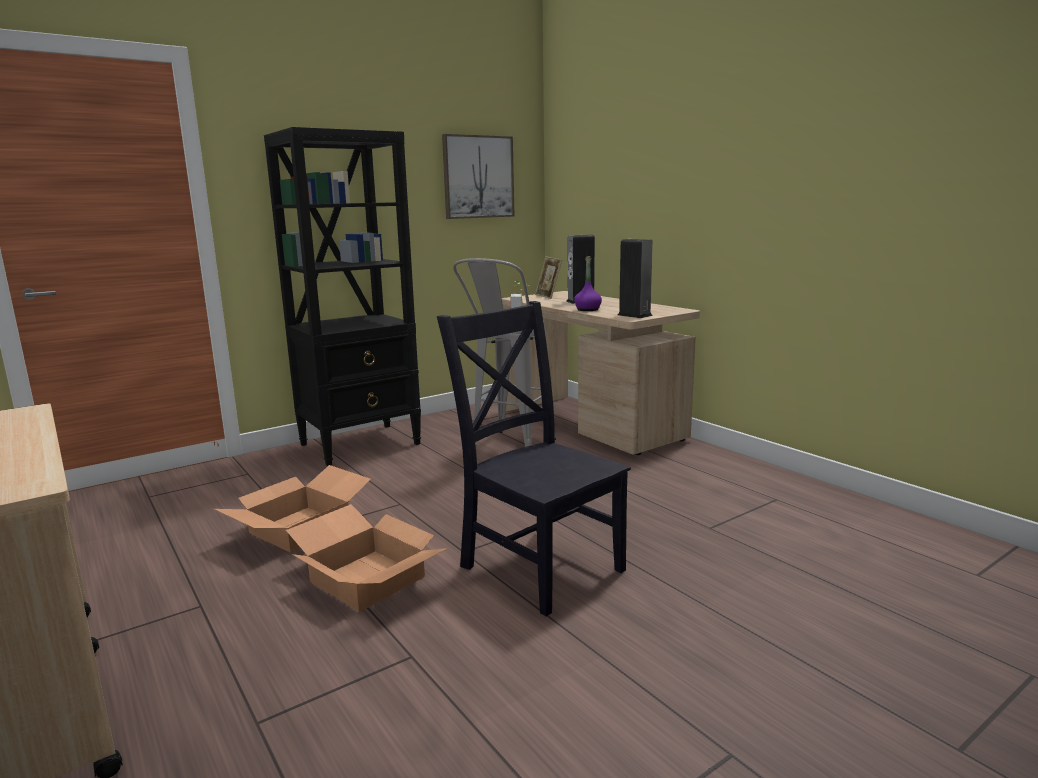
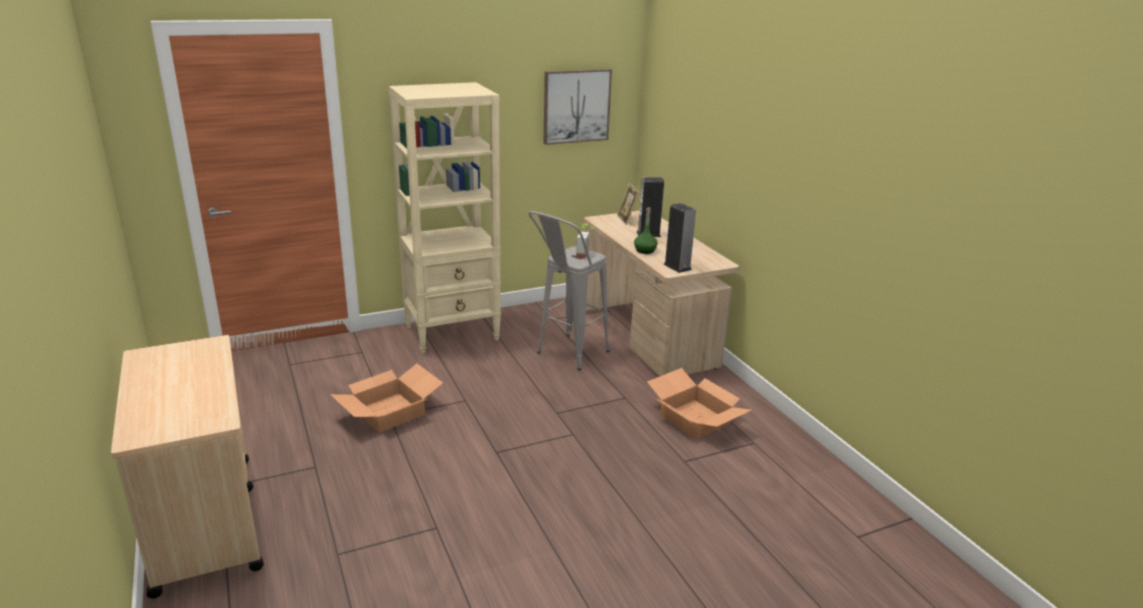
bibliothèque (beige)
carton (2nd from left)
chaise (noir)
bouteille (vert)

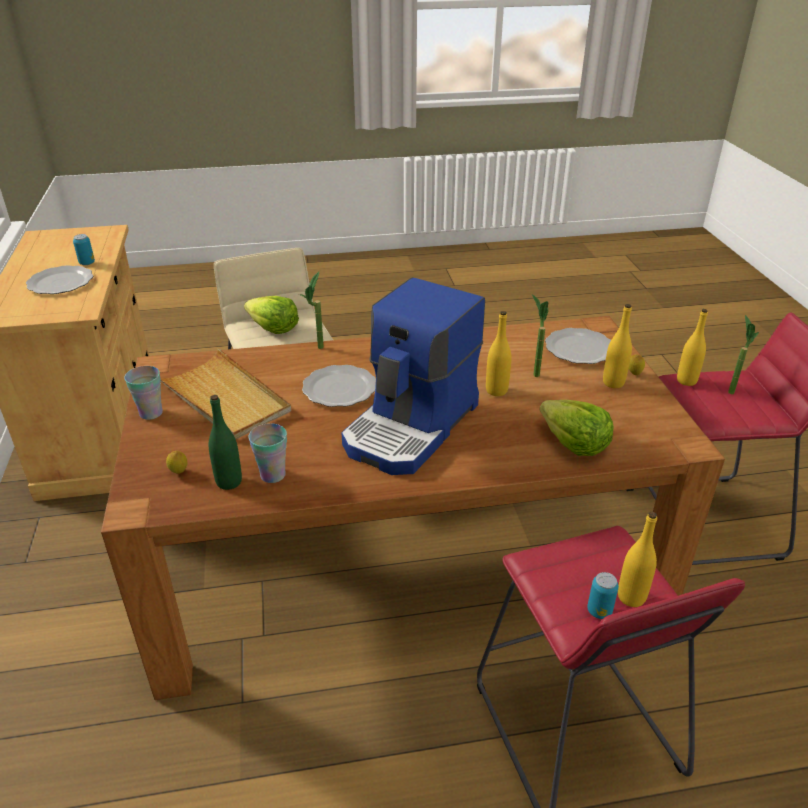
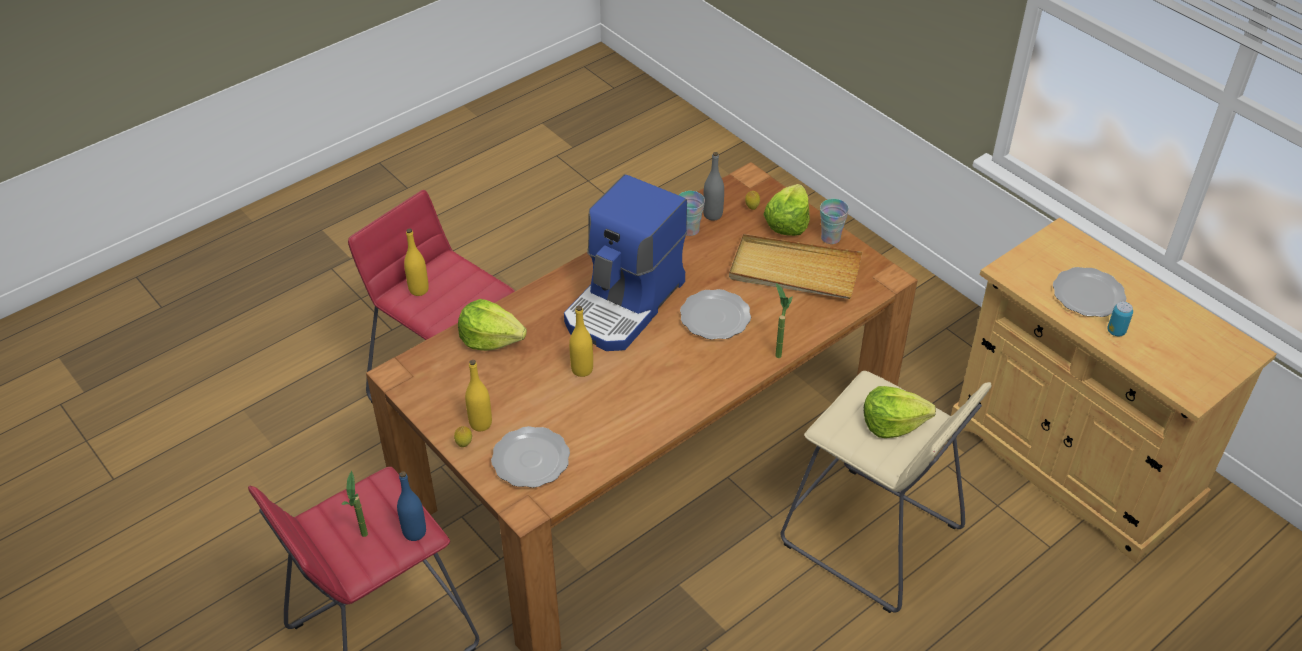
bouteille (gris)
machine à café
plante en pot (2nd from left in the first image)
boîte métallique (2nd from left in the first image)
bouteille (bleu)
laitue (2nd from left)

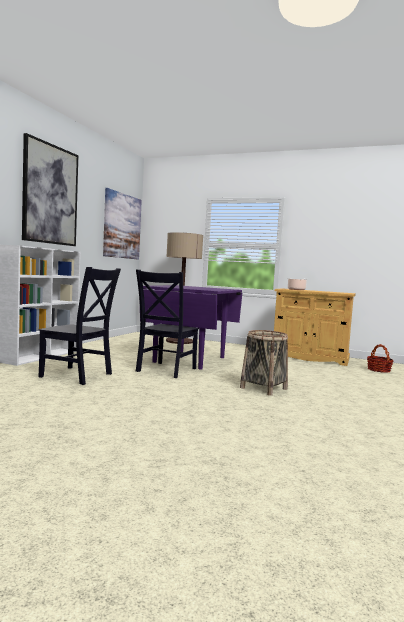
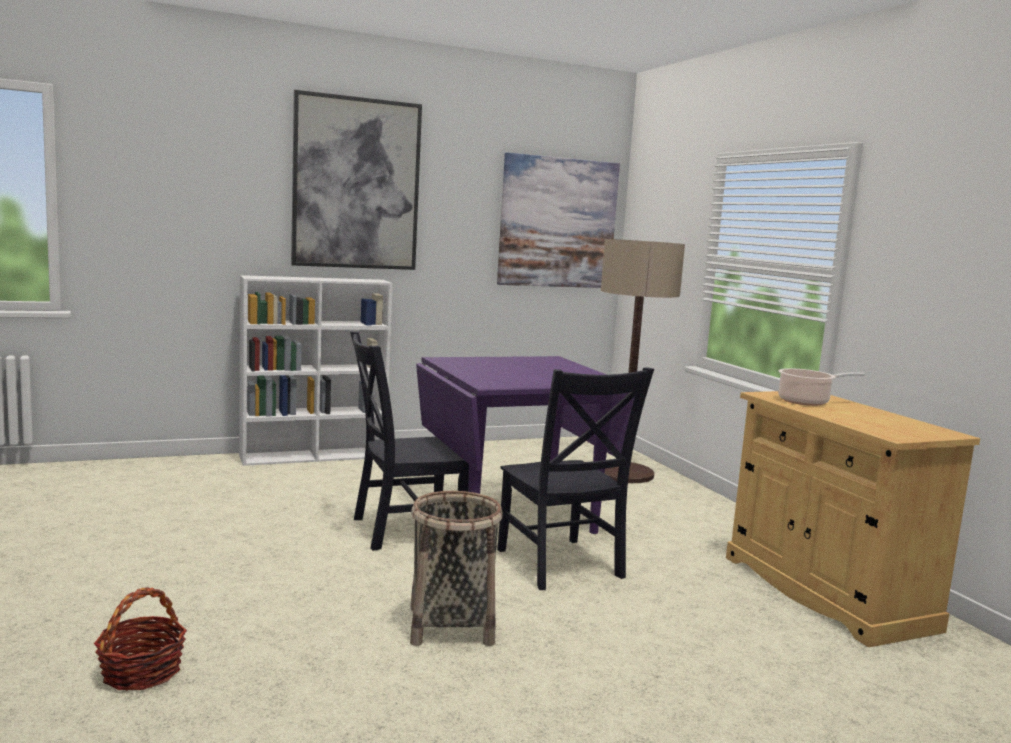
chaise (noir) (2nd from left)
panier (1st from left)

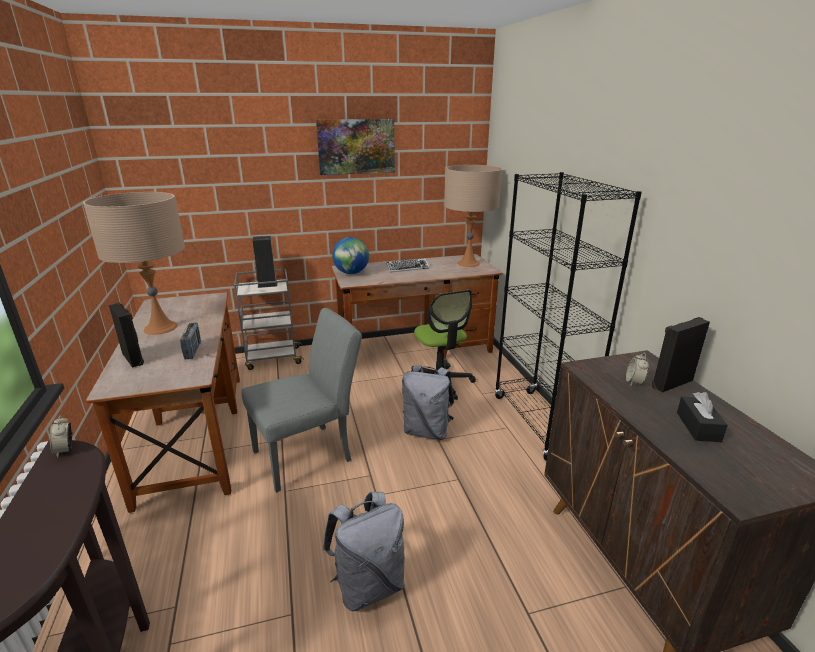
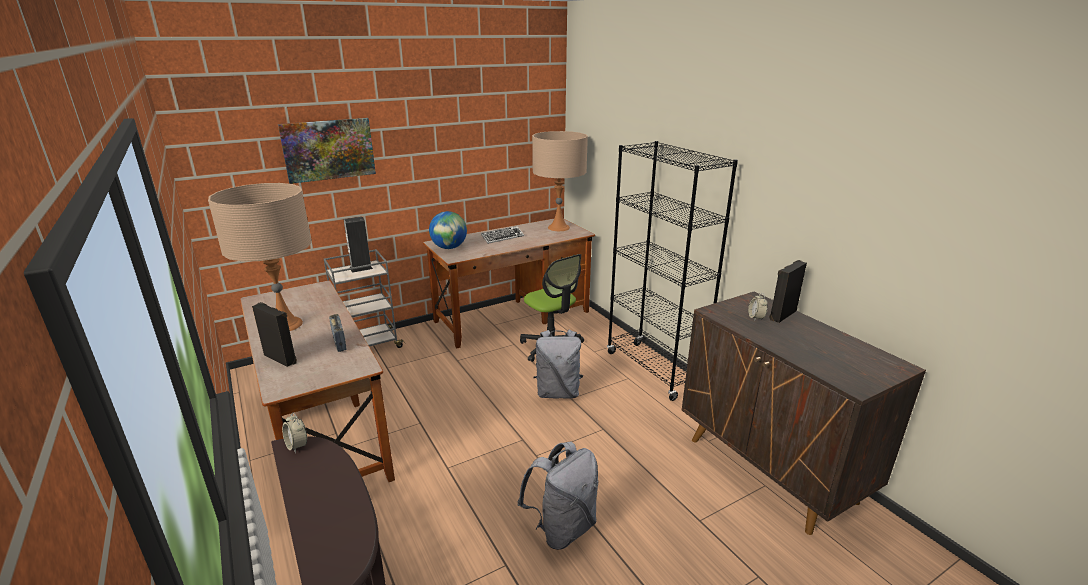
chaise (gris)
tableau
boîte à mouchoirs (noir)

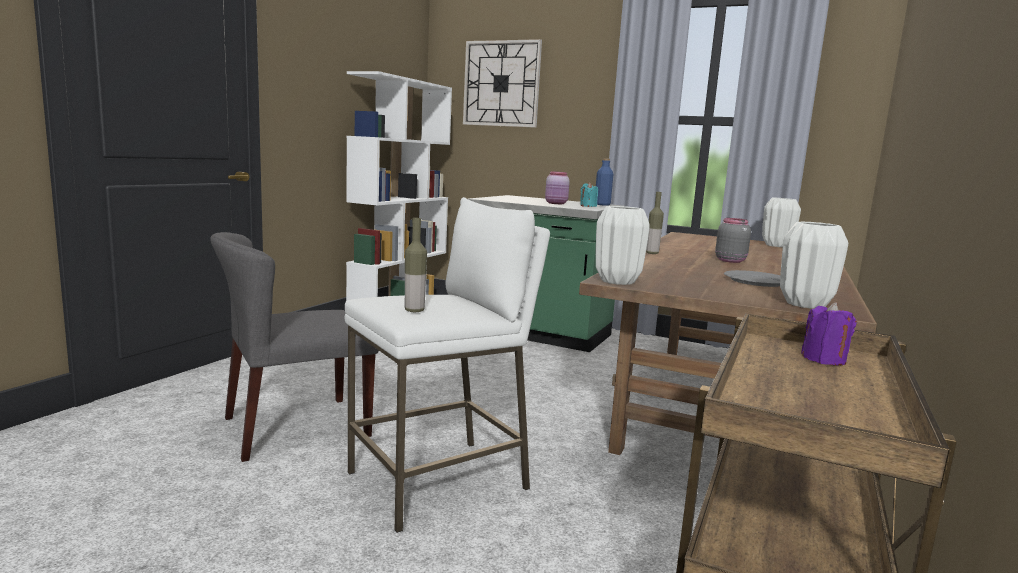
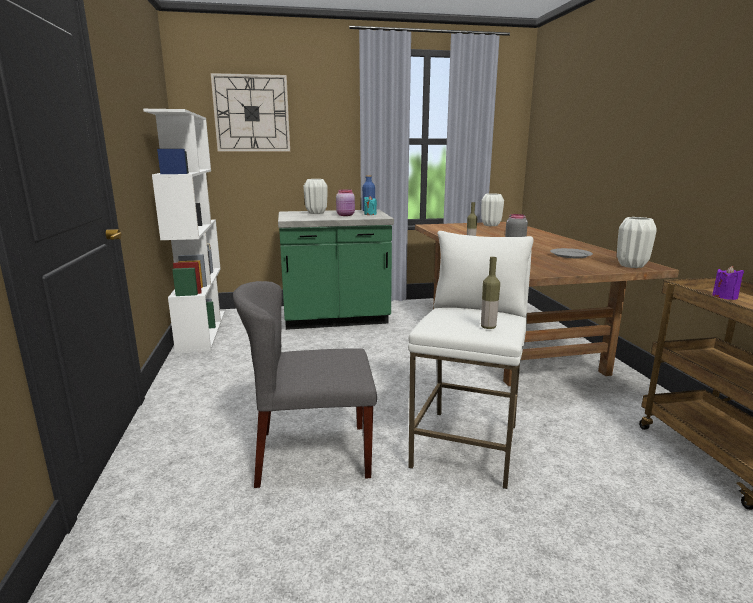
chaise (gris)
vase (blanc) (1st from left)

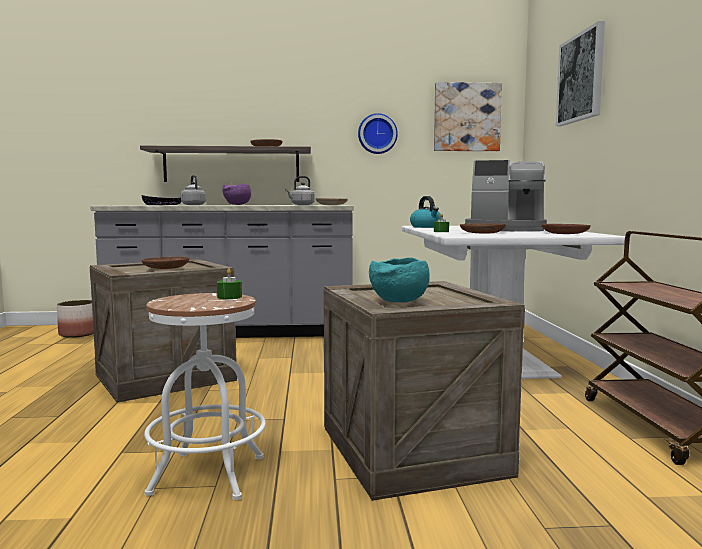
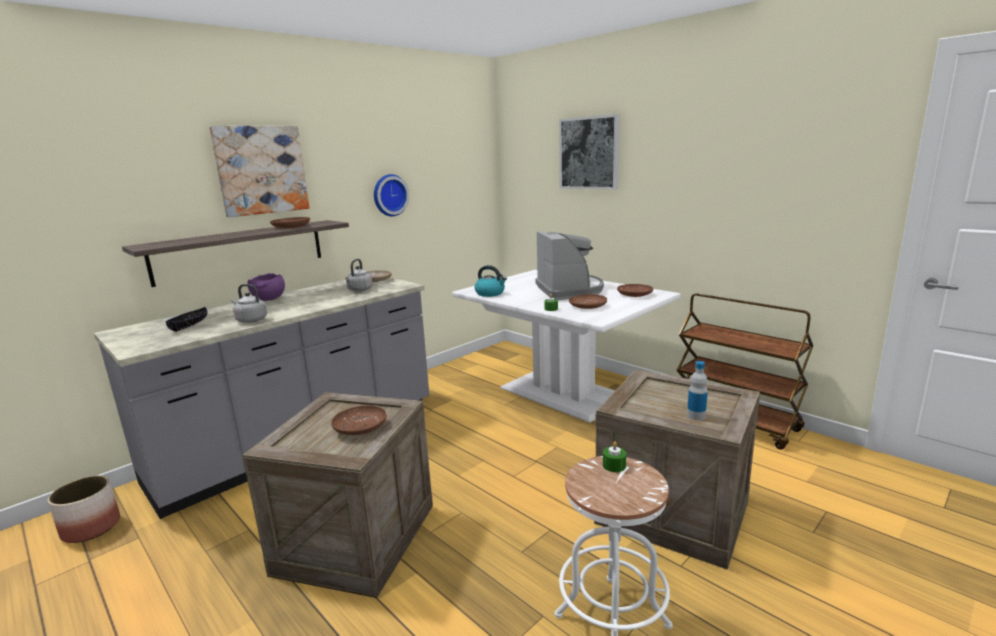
bouteille
tableau (1st from left)
machine à café

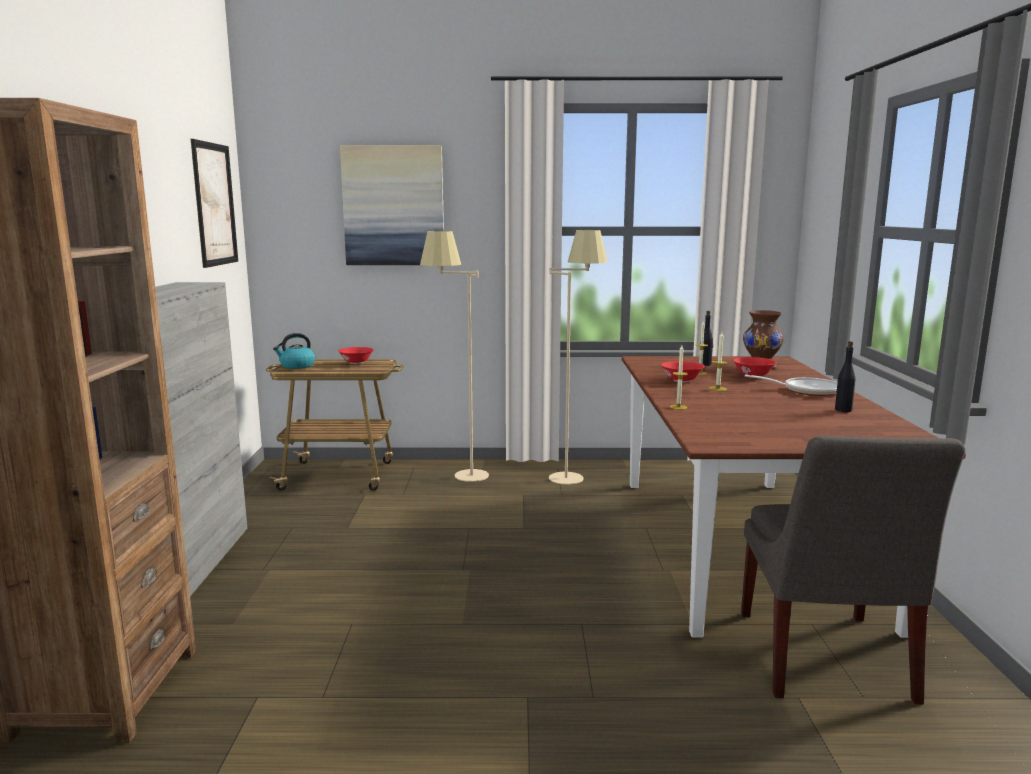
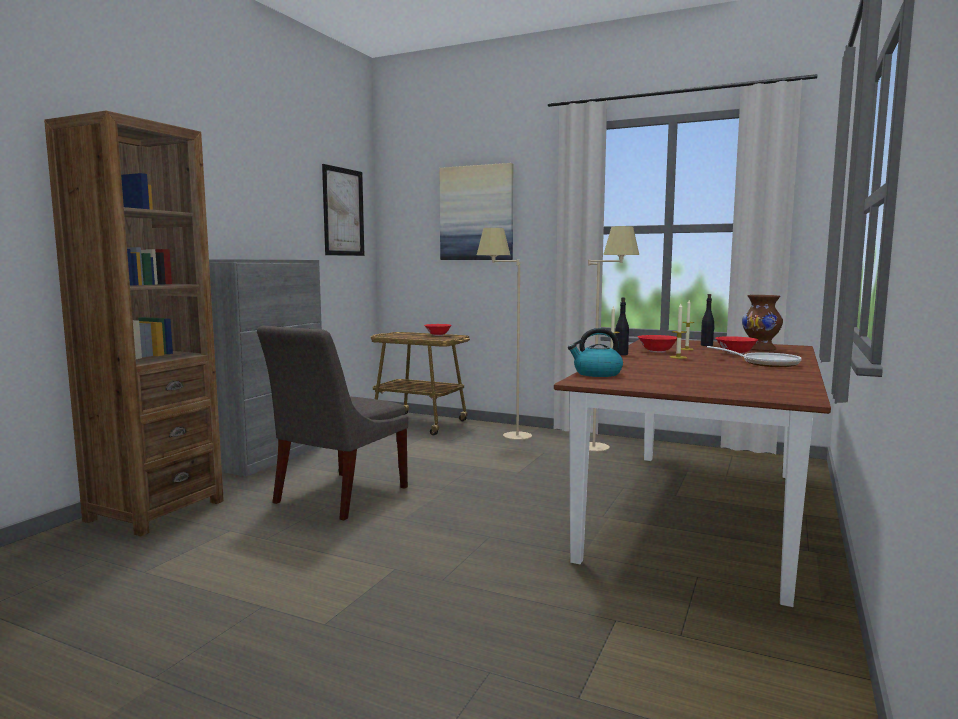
bouilloire
chaise (gris)
bouteille (noir) (1st from left)

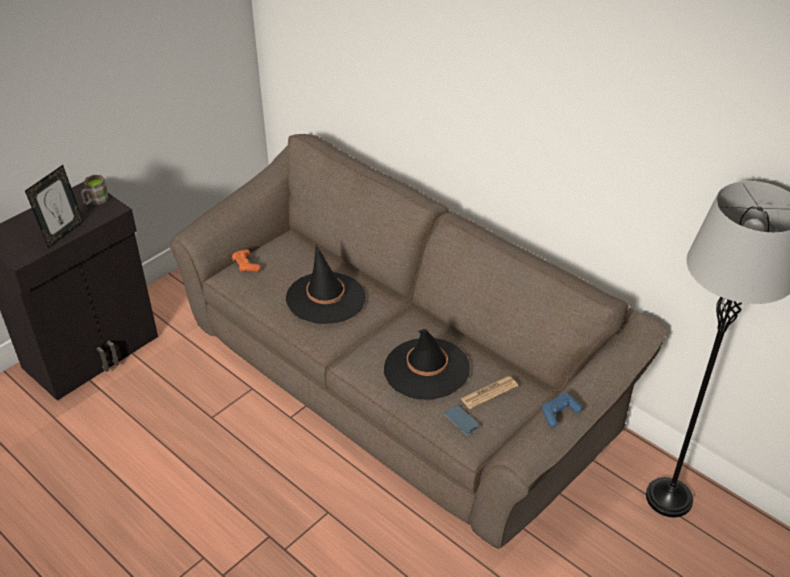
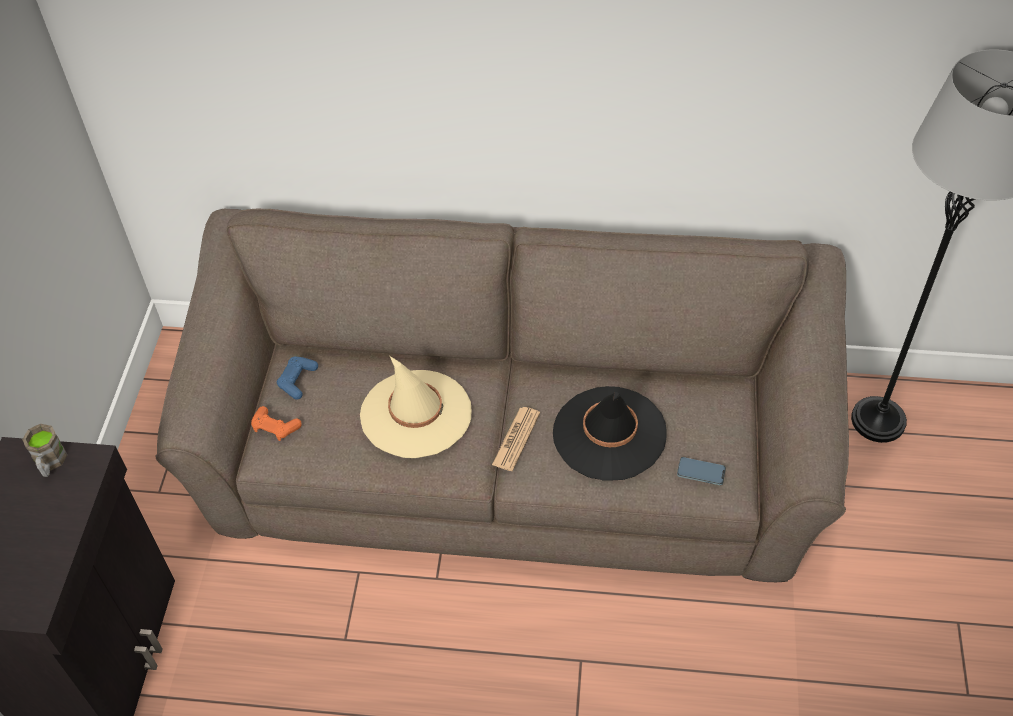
cadre photo
chapeau (beige)
journal
manette (bleu)

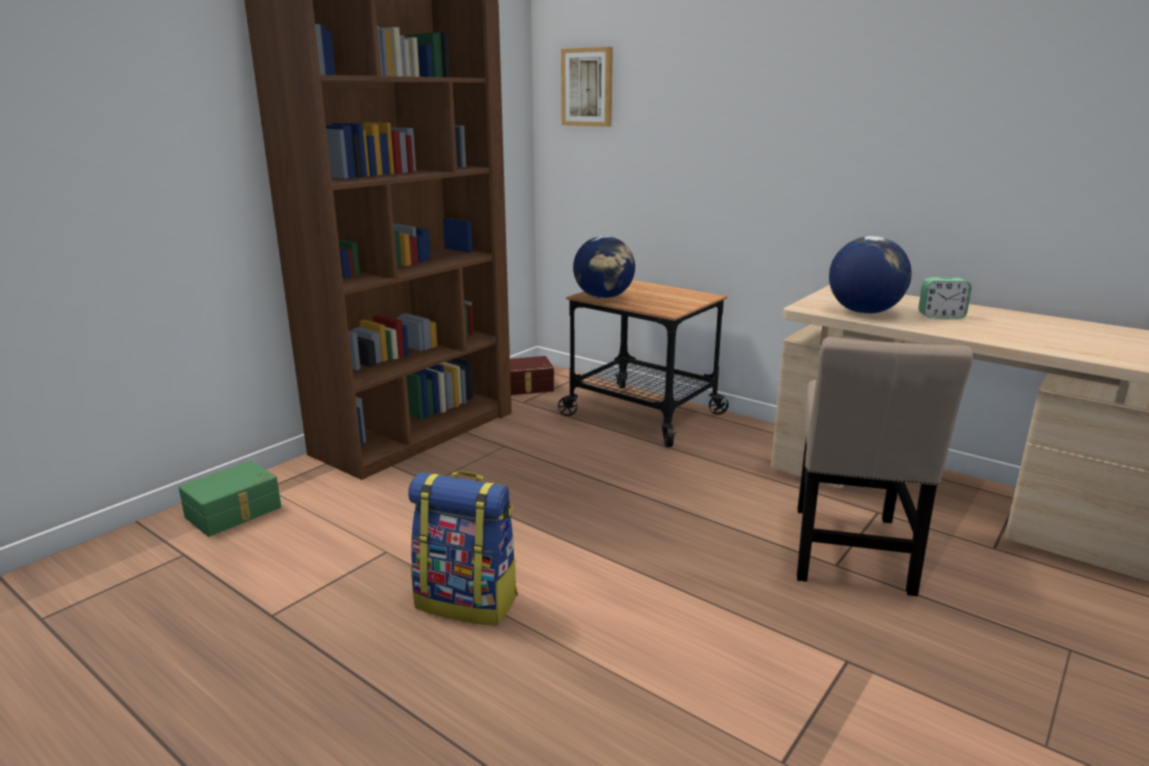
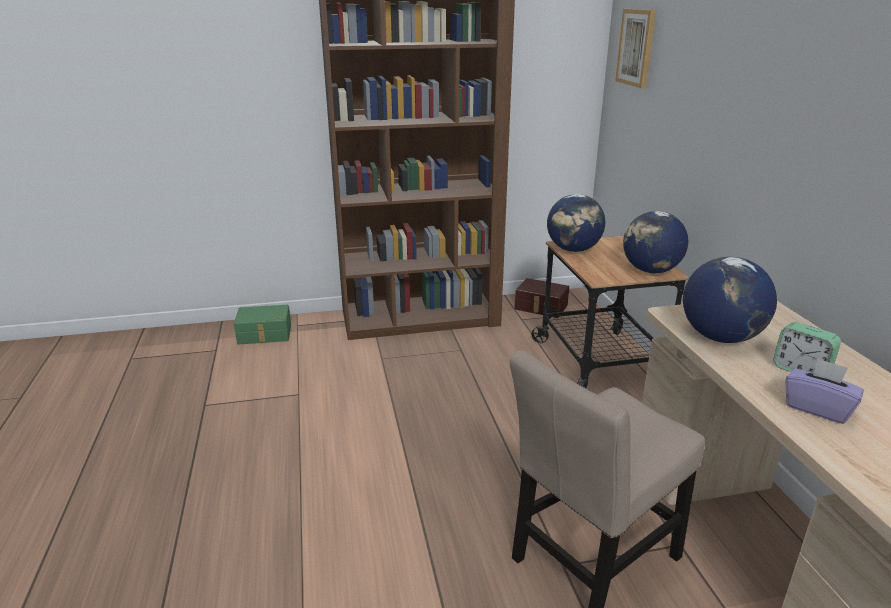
sac à dos
globe (2nd from left)
boîte à mouchoirs (violet)

